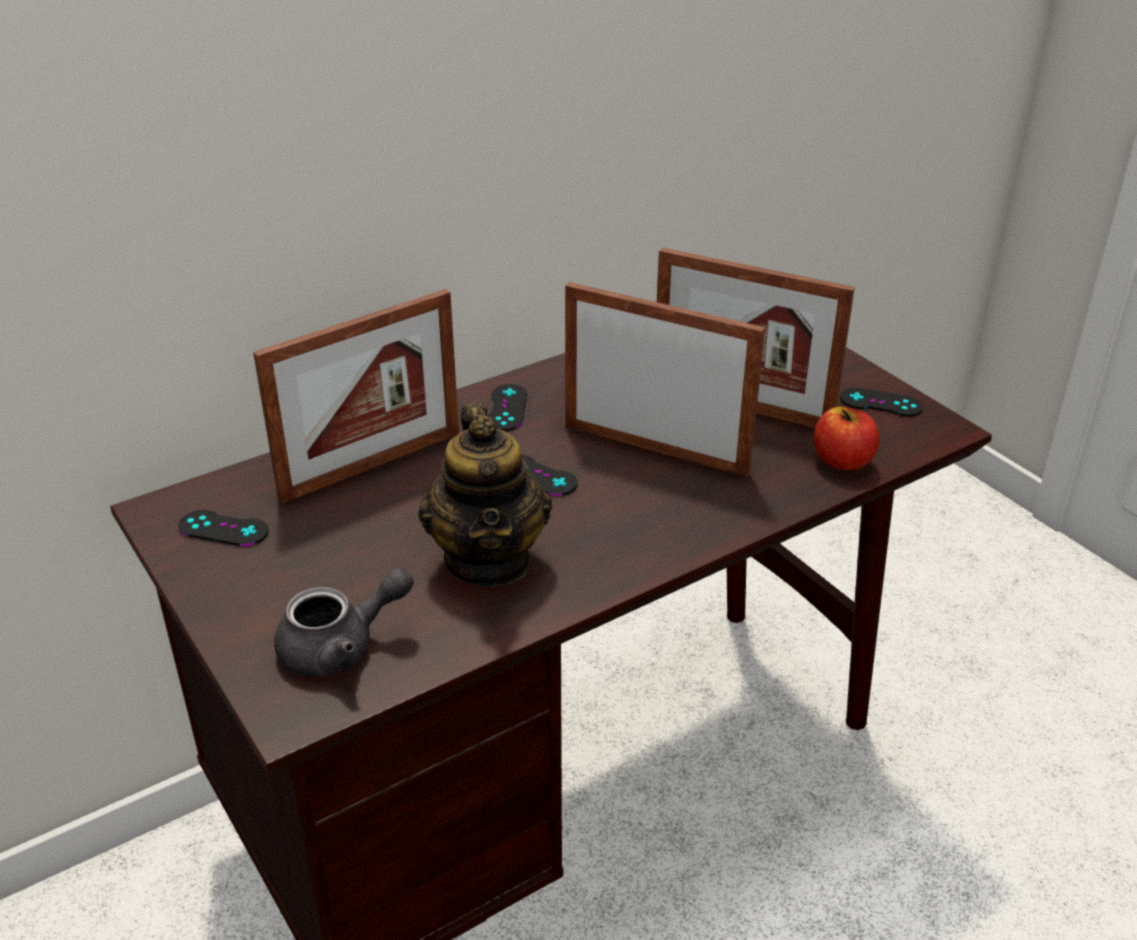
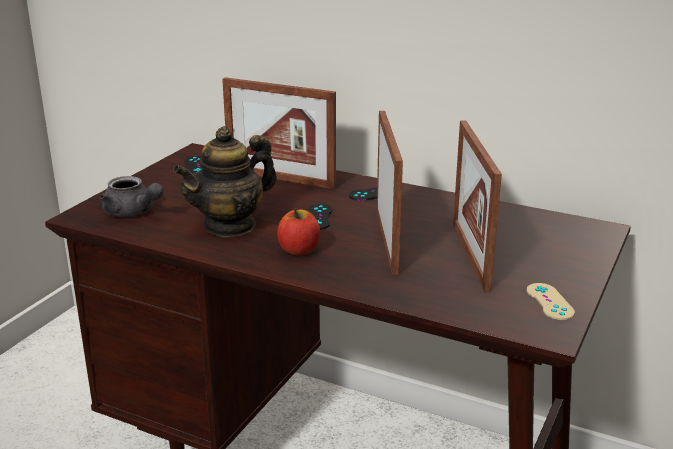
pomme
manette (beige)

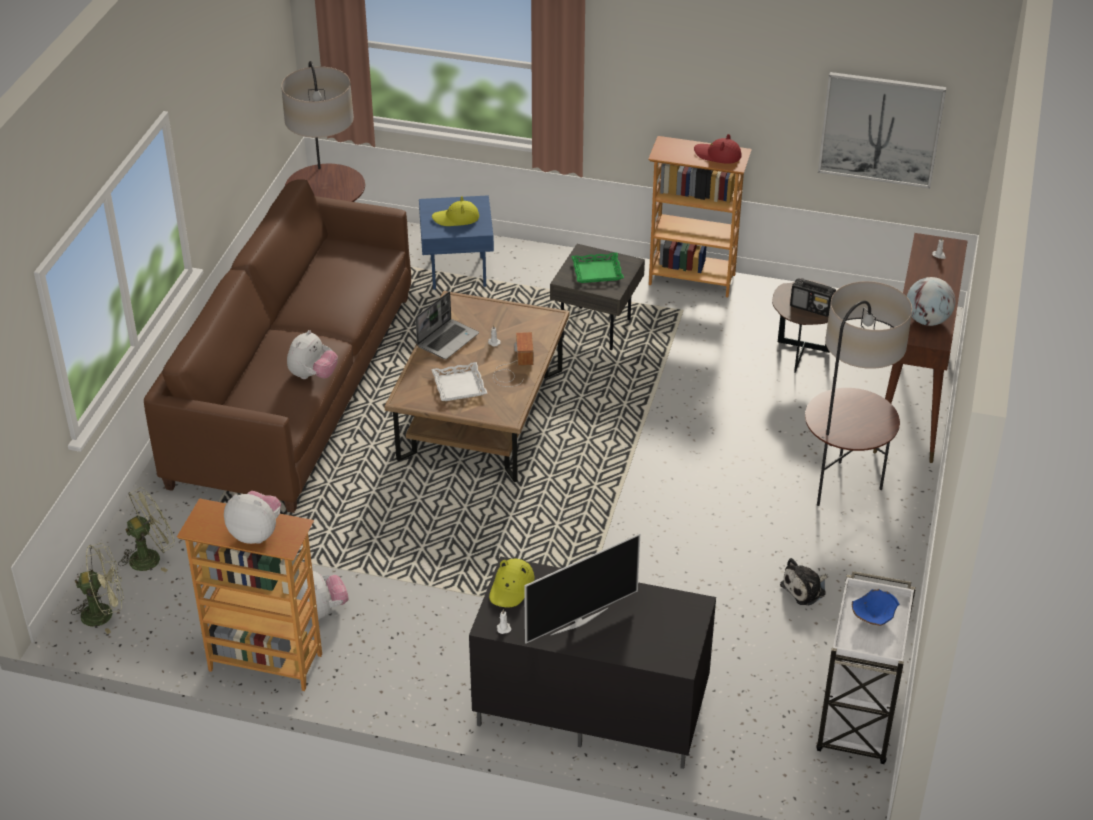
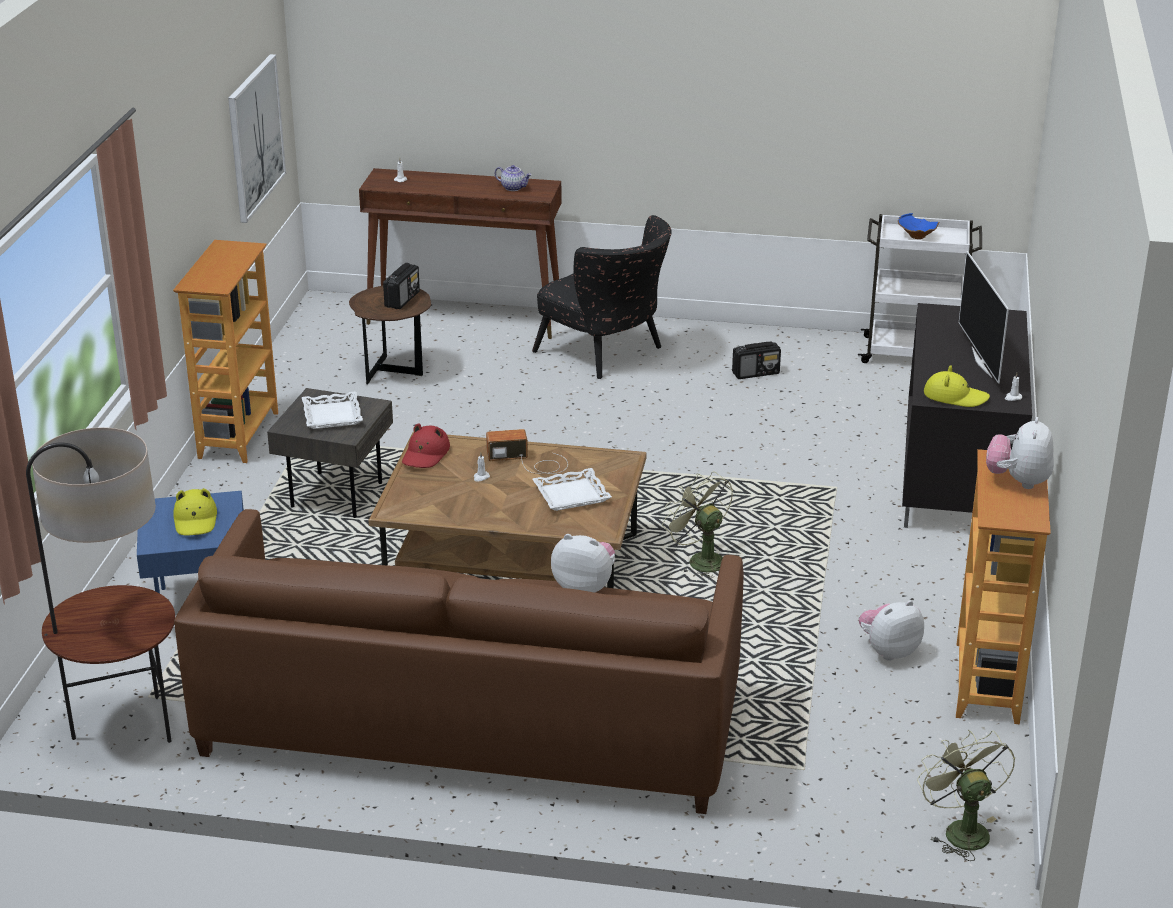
ventilateur (vert) (1st from left)
ordinateur portable
téléviseur
plateau (blanc) (1st from left)
chapeau (rouge)
radio (3rd from left)
fauteuil (noir)
théière

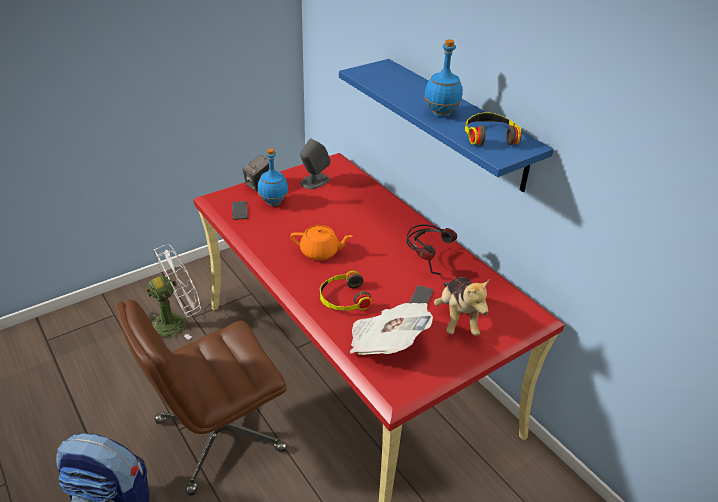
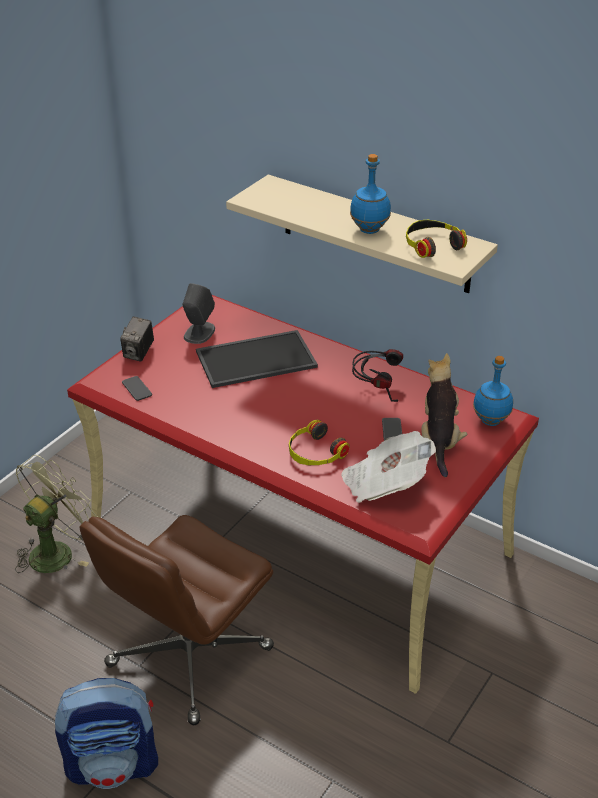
ventilateur (vert)
bouteille (bleu) (2nd from left)
théière (orange)
étagère (beige)
peluche
plateau

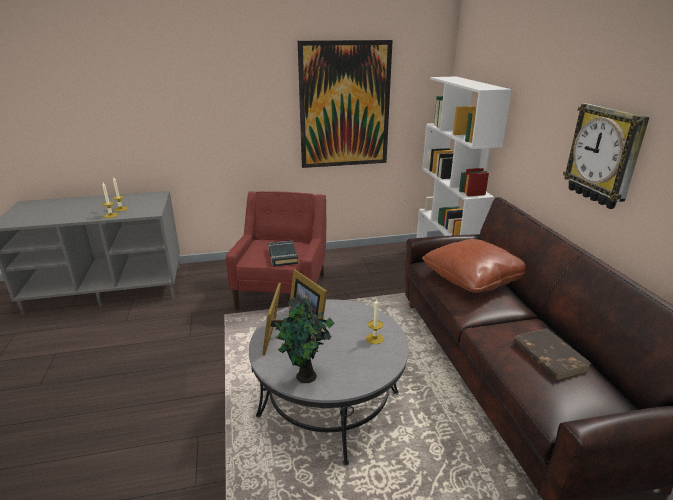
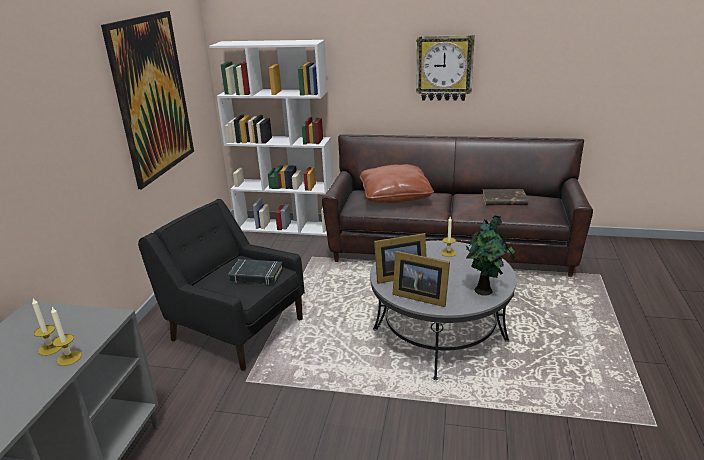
fauteuil (noir)

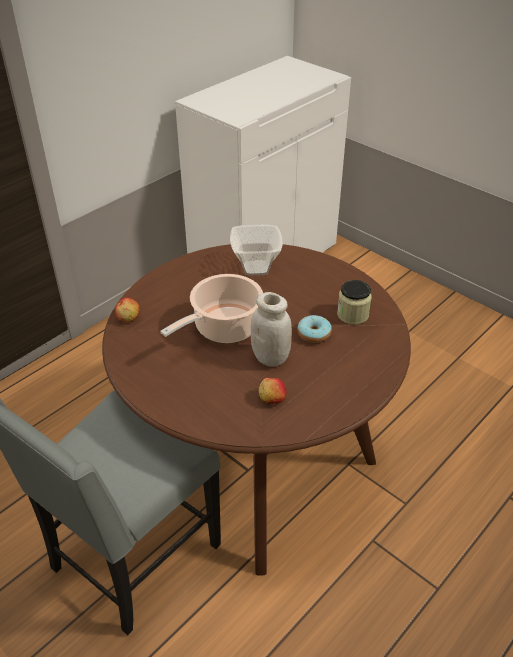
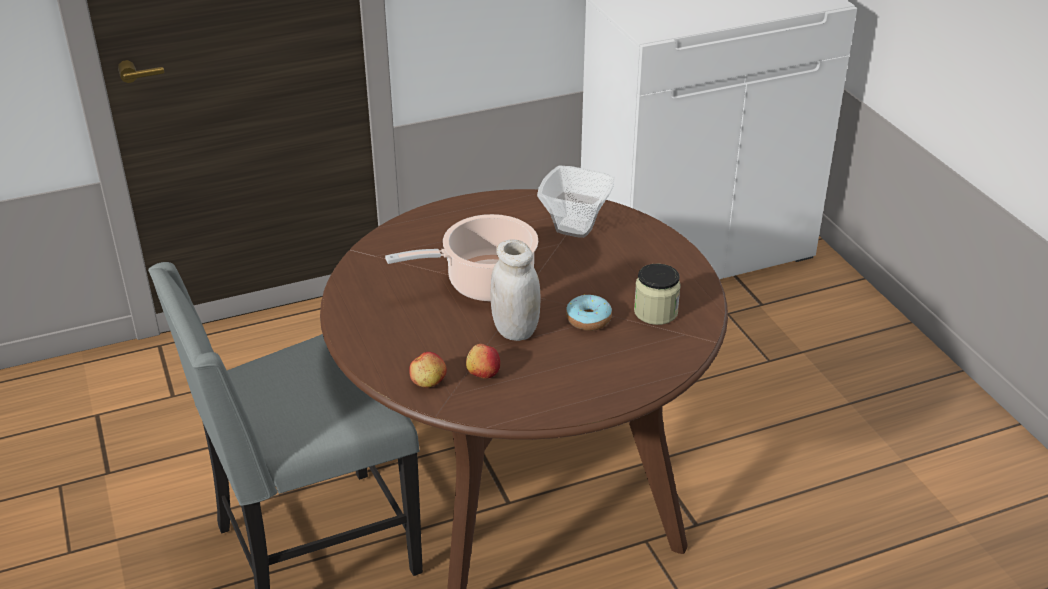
pomme (1st from left)

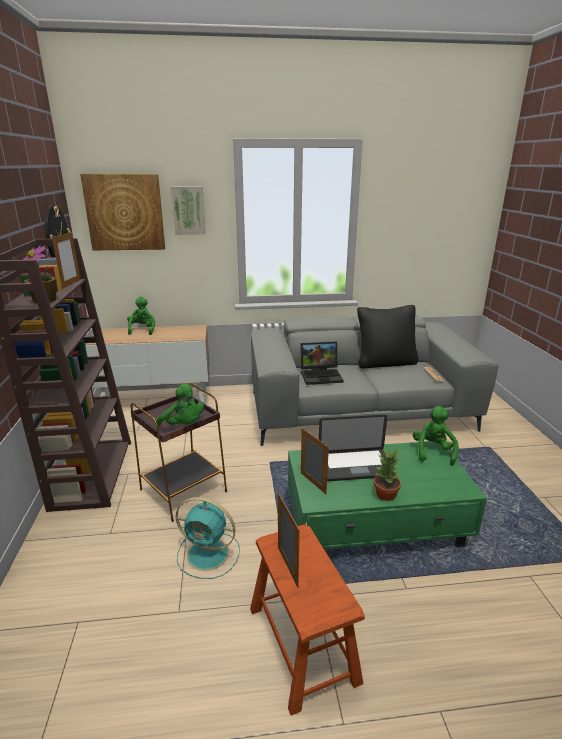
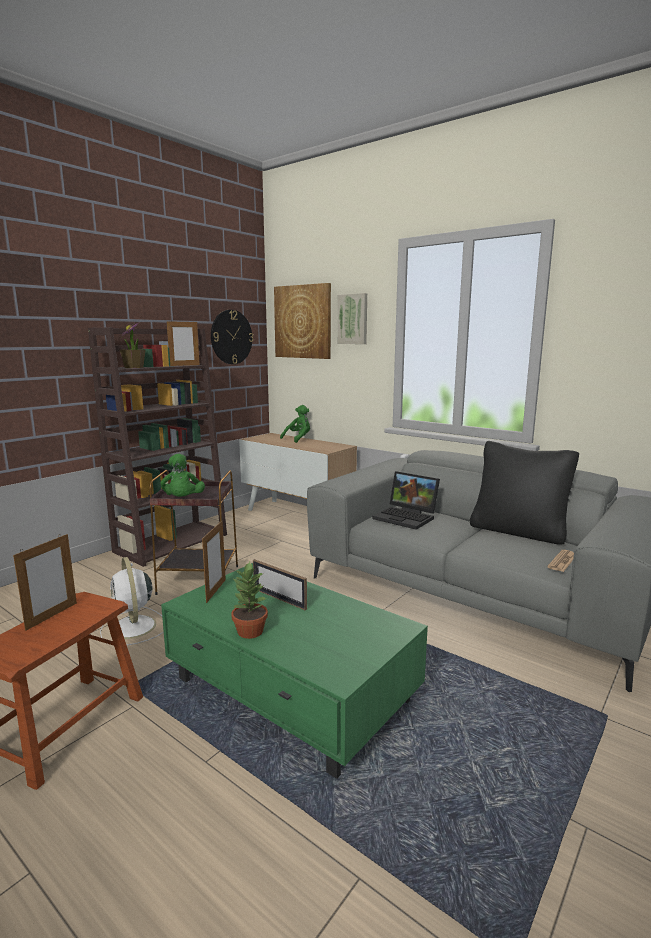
ventilateur (blanc)
cadre photo (4th from left)
peluche (vert) (3rd from left in the first image)

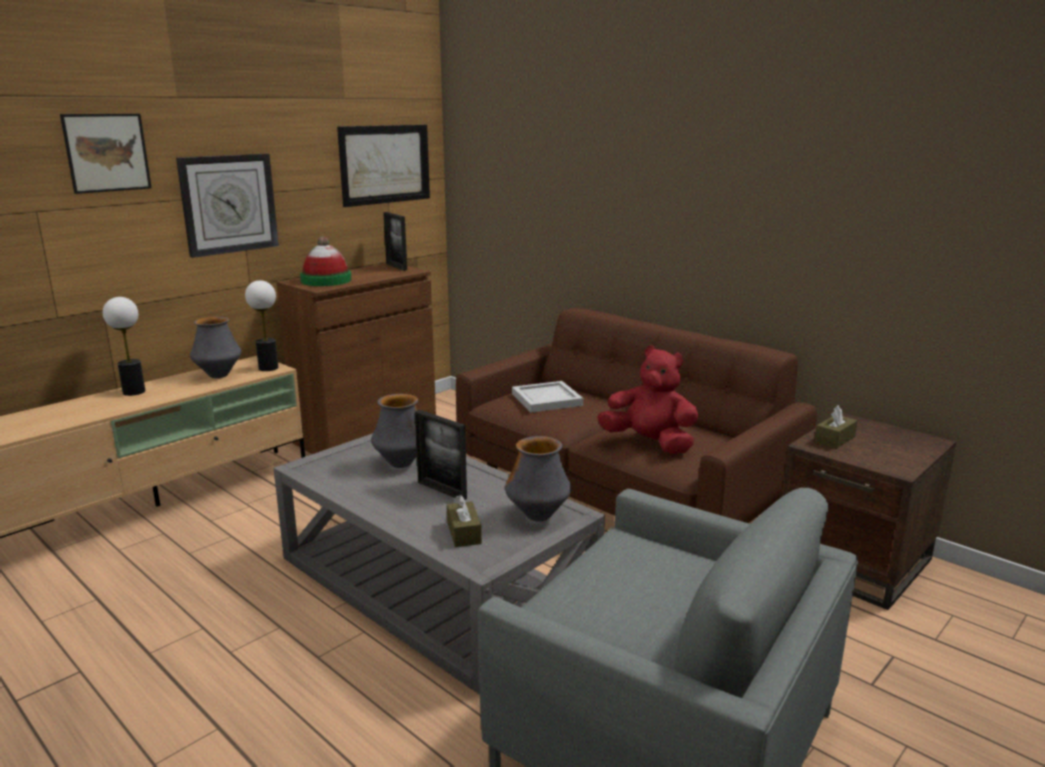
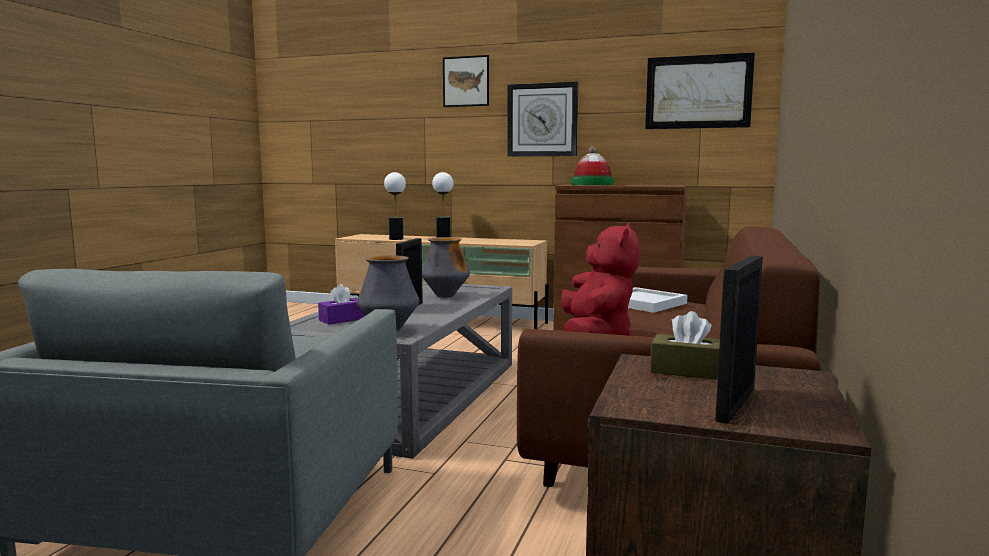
vase (1st from left in the first image)
lampe de table (1st from left)
cadre photo (2nd from left)
boîte à mouchoirs (violet)

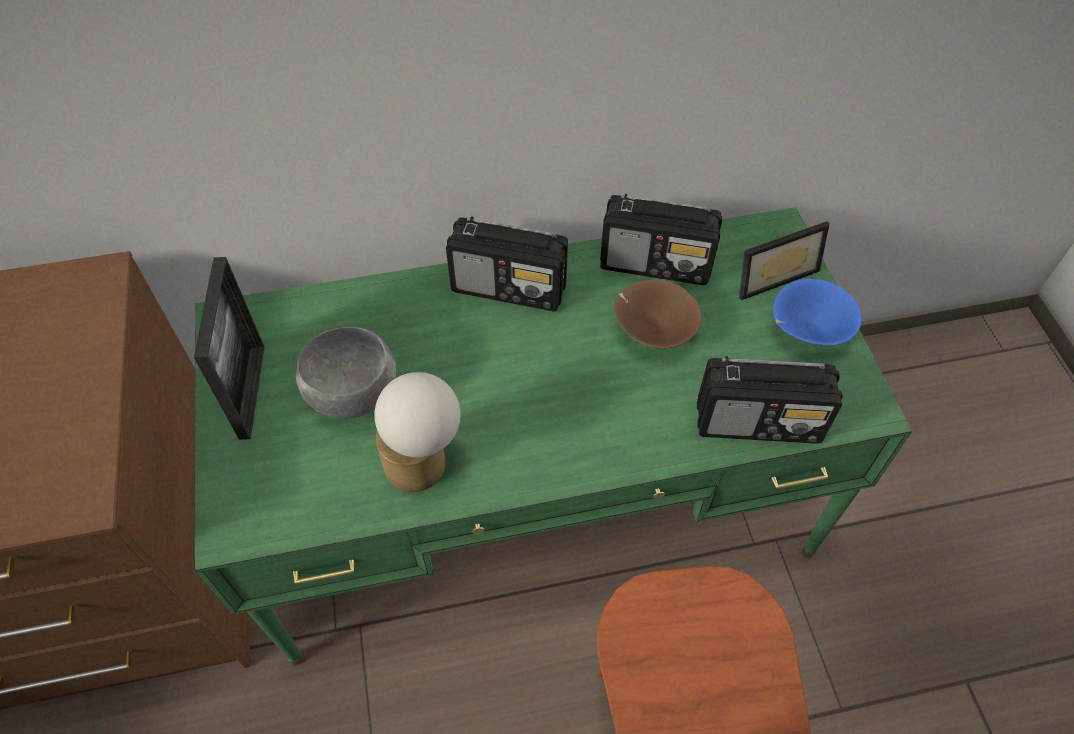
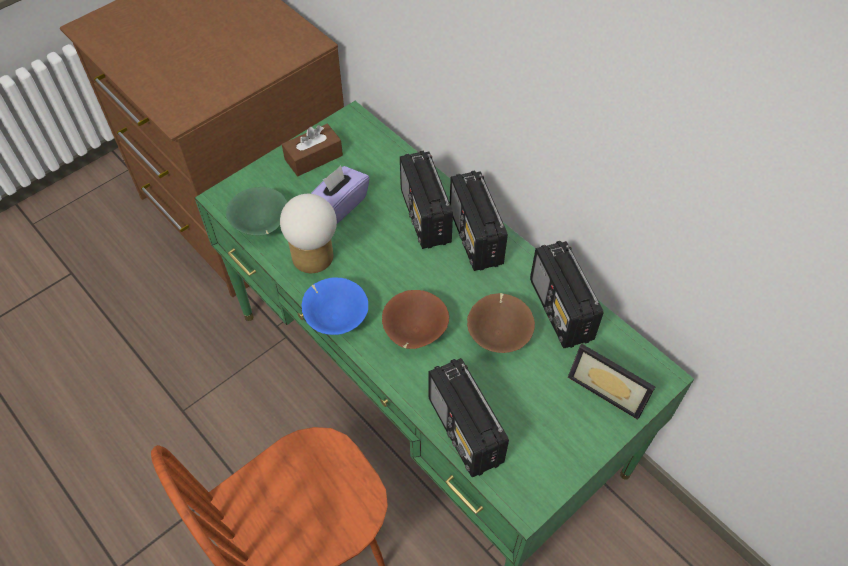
boîte à mouchoirs (marron)
boîte à mouchoirs (violet)
bol (bleu)
bol (vert)
bol (marron) (1st from left)
radio (1st from left)

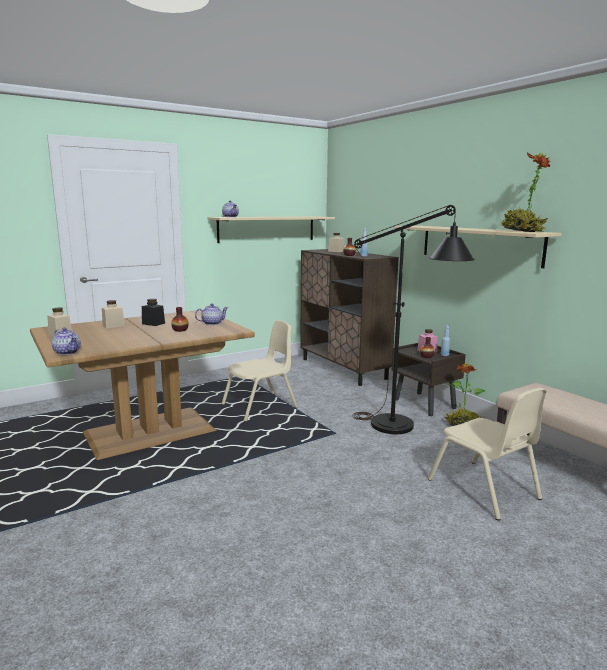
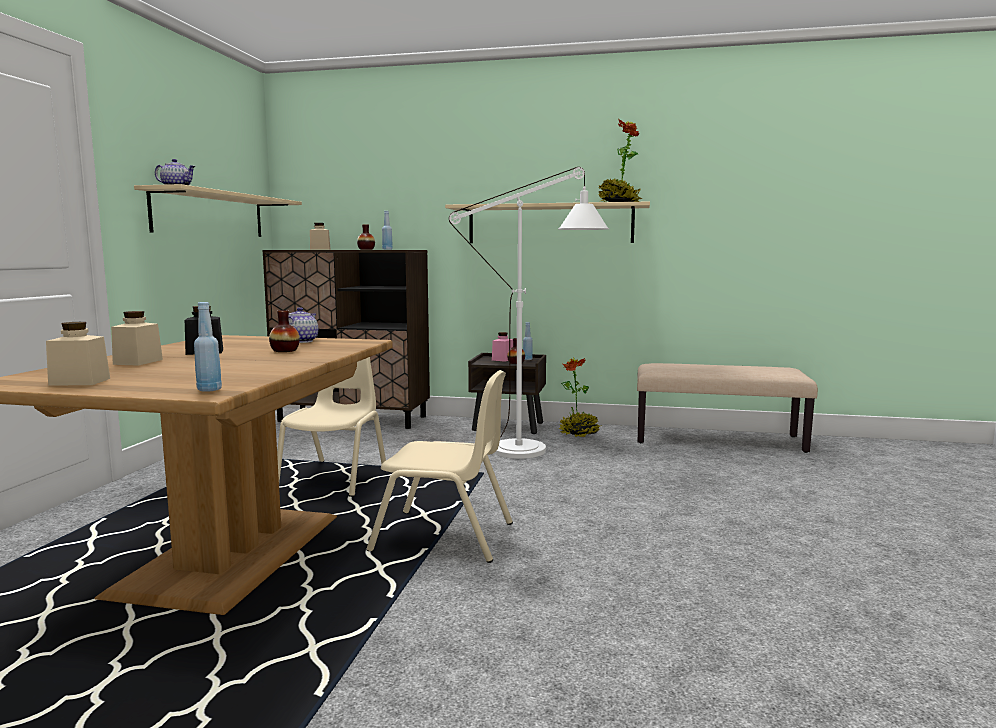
bouteille (bleu) (1st from left)
lampadaire (blanc)
chaise (beige) (2nd from left)

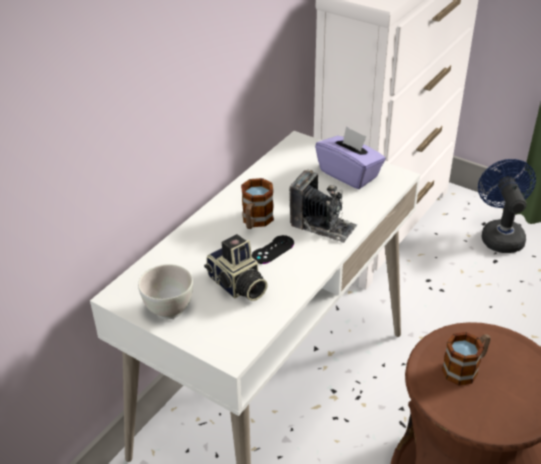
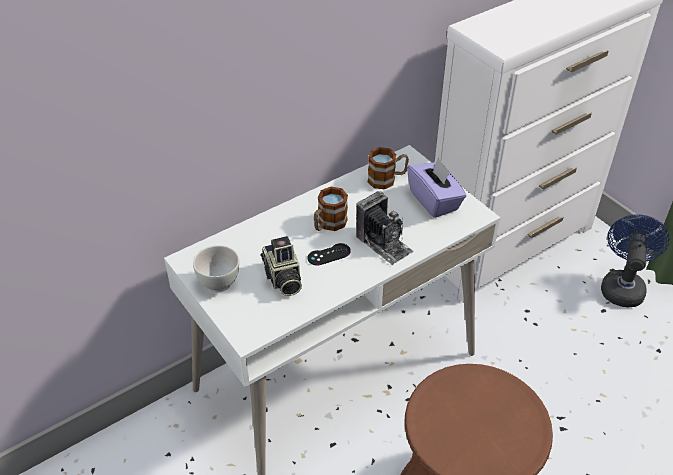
mug (2nd from left)

